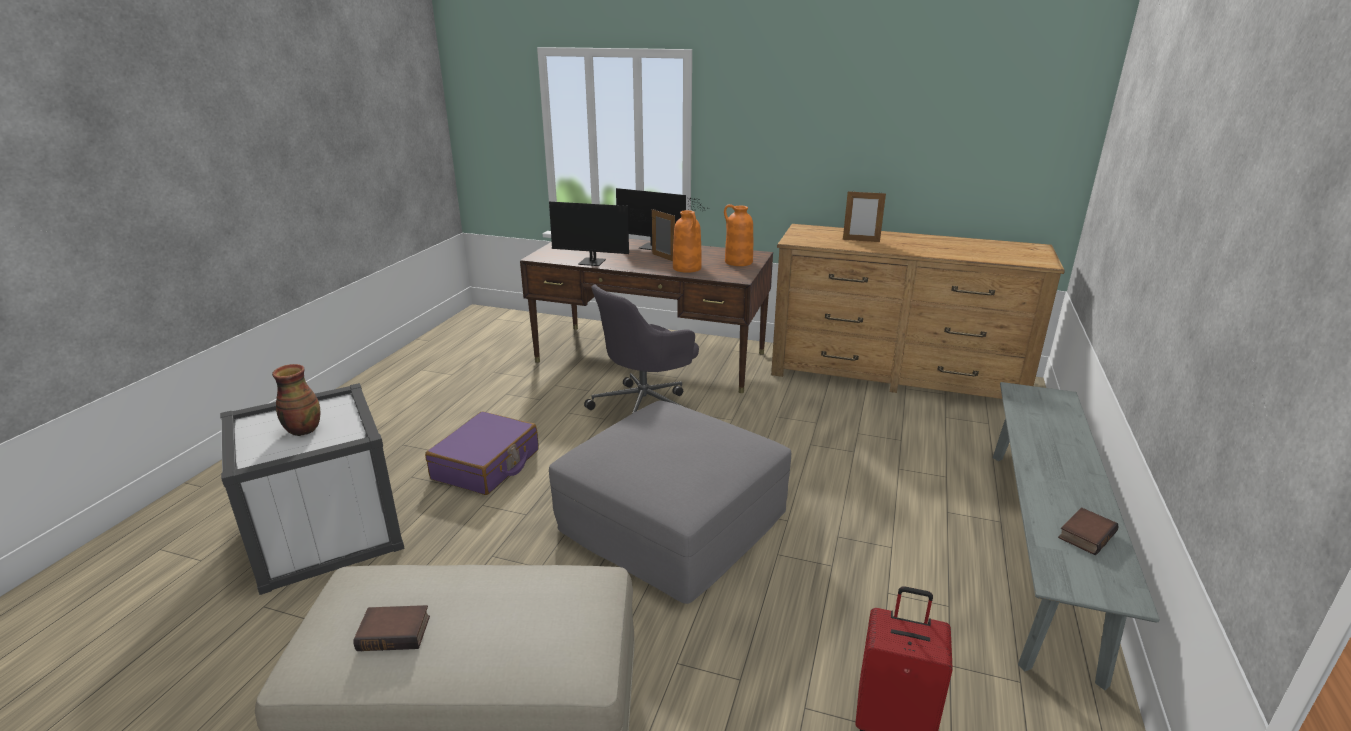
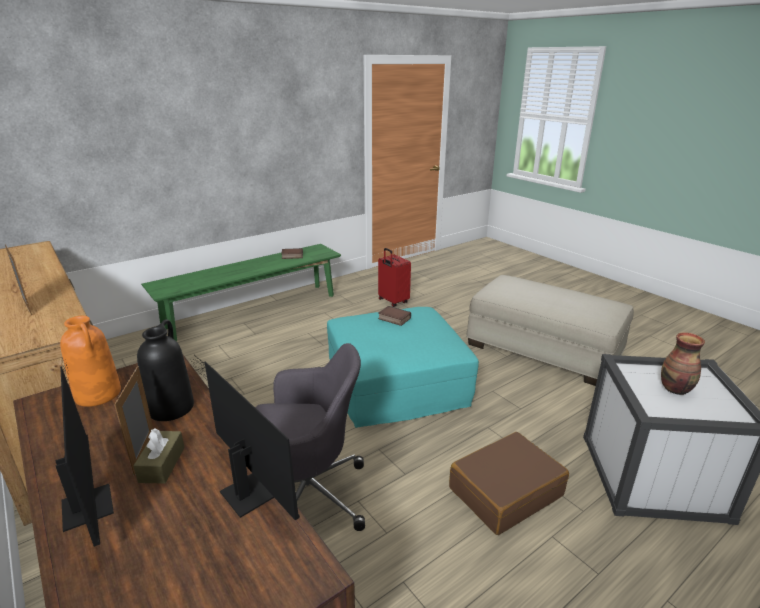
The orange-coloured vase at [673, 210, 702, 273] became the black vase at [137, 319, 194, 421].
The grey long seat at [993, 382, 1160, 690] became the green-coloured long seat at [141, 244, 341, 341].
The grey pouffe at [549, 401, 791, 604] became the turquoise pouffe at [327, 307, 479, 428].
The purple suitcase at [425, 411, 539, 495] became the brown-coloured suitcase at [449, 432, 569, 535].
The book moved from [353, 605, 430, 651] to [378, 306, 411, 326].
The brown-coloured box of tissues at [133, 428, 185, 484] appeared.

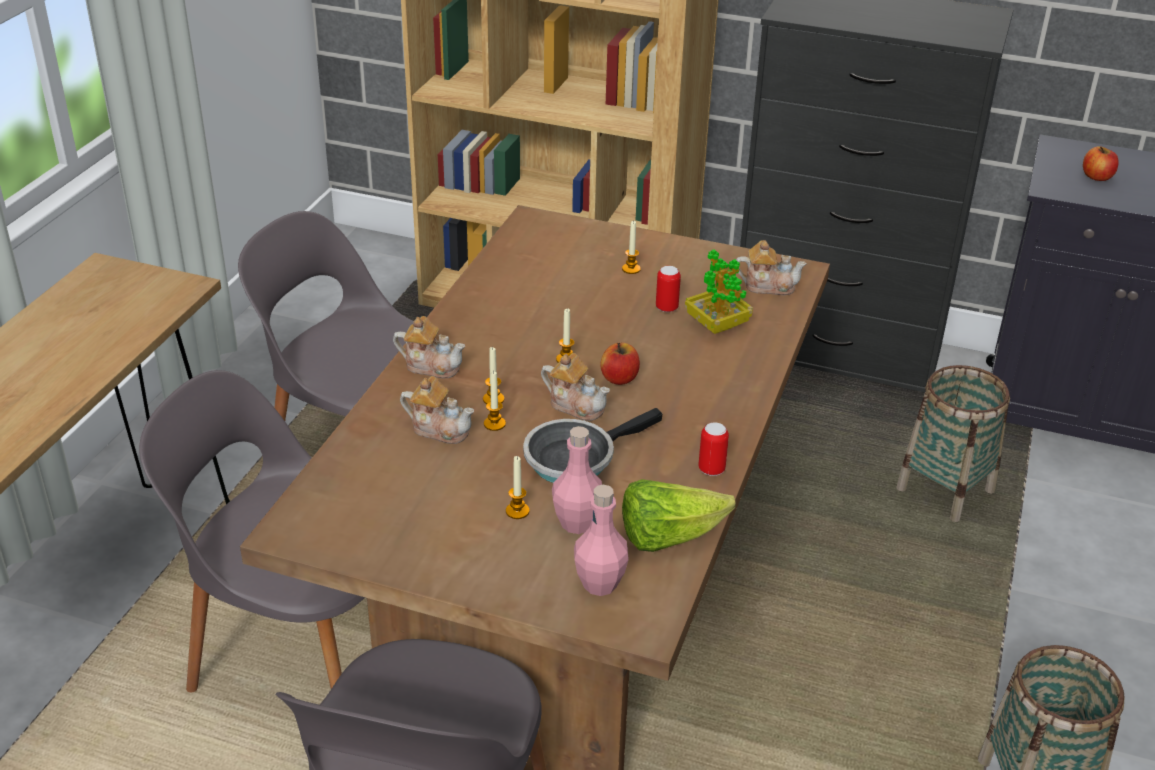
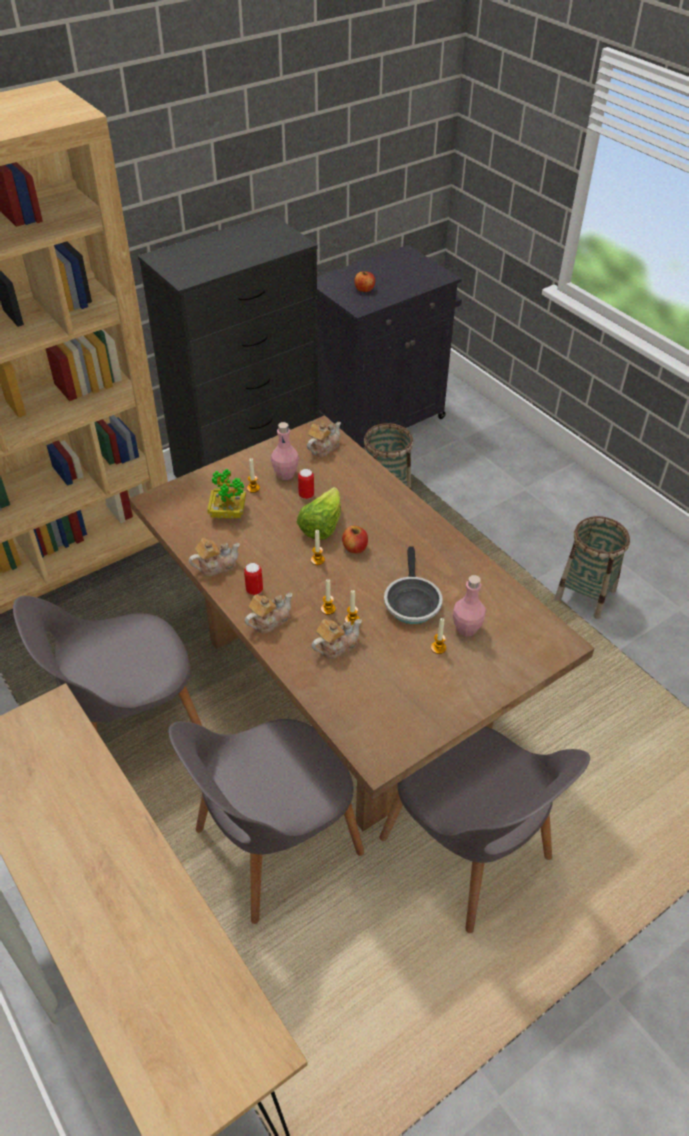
The plant in a pot moved from [685, 250, 753, 334] to [207, 469, 246, 518].
The pot for tea moved from [541, 353, 610, 421] to [189, 538, 240, 576].
The sealed can moved from [698, 422, 729, 476] to [244, 563, 263, 595].
The lettuce moved from [622, 479, 736, 552] to [297, 487, 341, 540].
The pink beverage bottle moved from [574, 485, 629, 596] to [271, 422, 299, 480].

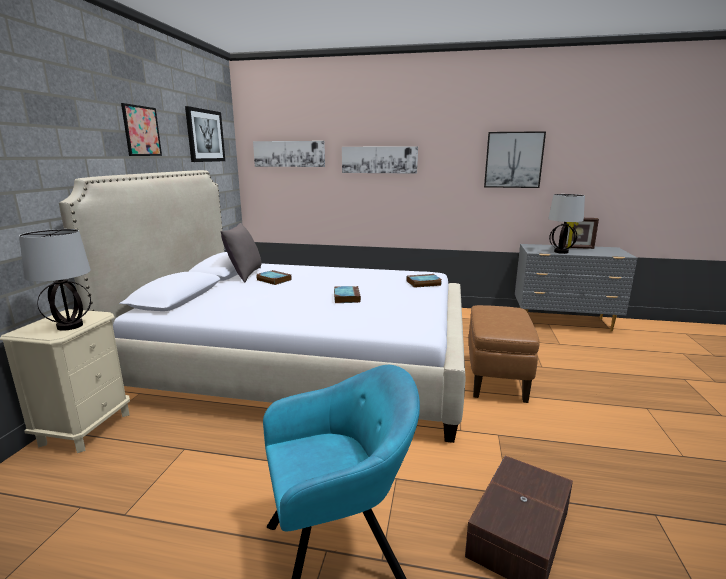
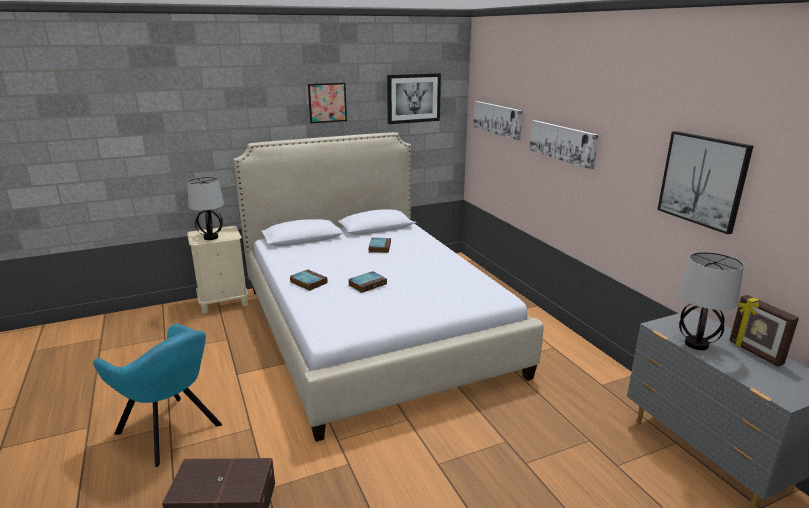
The grey throw pillow at [220, 223, 261, 283] disappeared.
The book moved from [407, 274, 442, 288] to [290, 269, 327, 291].
The brown-coloured pouffe at [469, 305, 540, 403] disappeared.

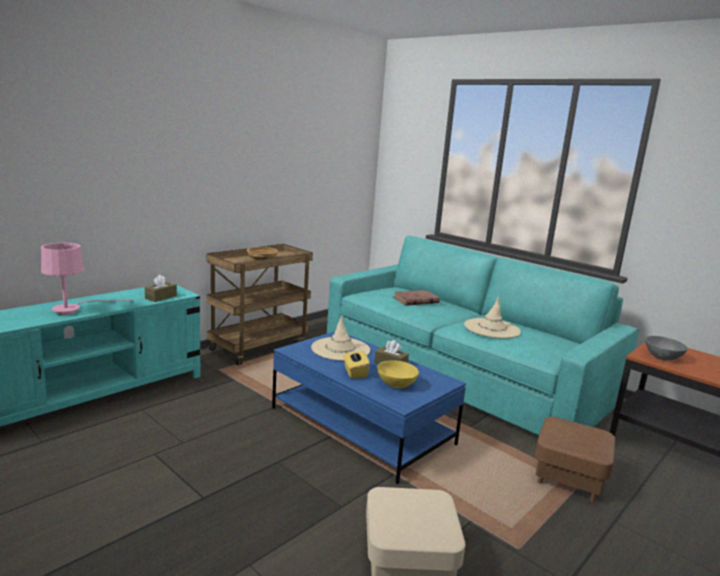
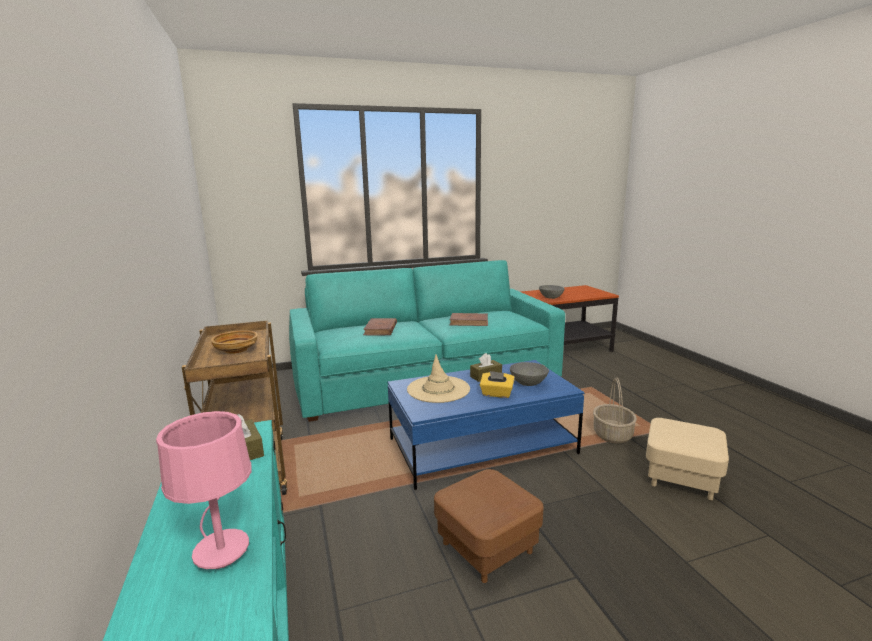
The beige-coloured hat at [464, 297, 521, 339] was replaced by the brown-coloured book at [450, 313, 488, 326].
The yellow-coloured deep dish at [377, 360, 419, 388] became the grey deep dish at [510, 362, 549, 386].
The brown-coloured pouffe moved from [535, 417, 615, 502] to [434, 469, 544, 583].
The household basket at [593, 377, 637, 444] appeared.

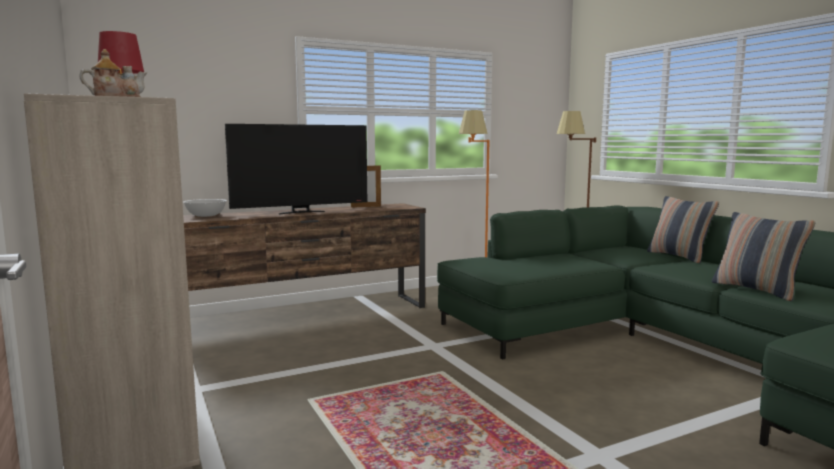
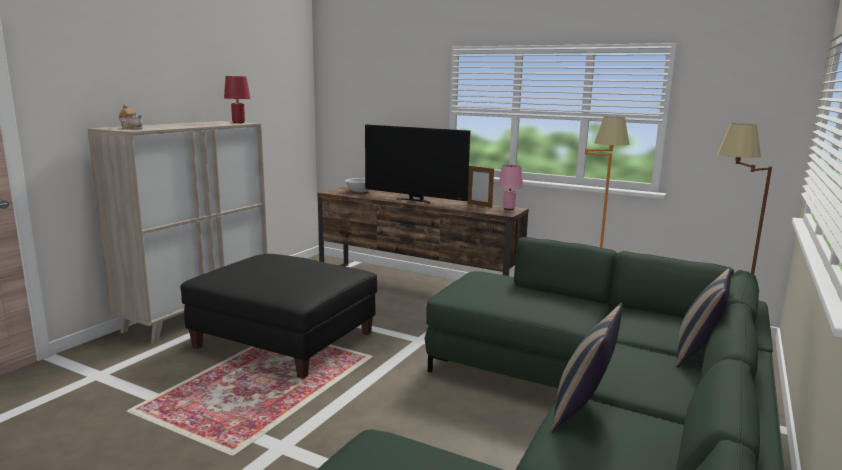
The pink lamp for a table at [498, 165, 523, 210] appeared.
The black pouffe at [180, 254, 377, 379] appeared.

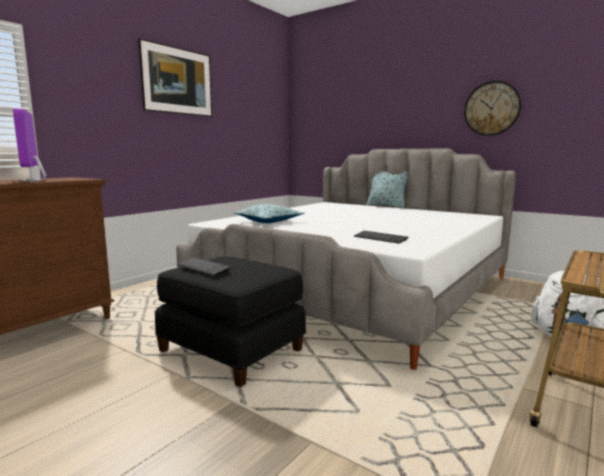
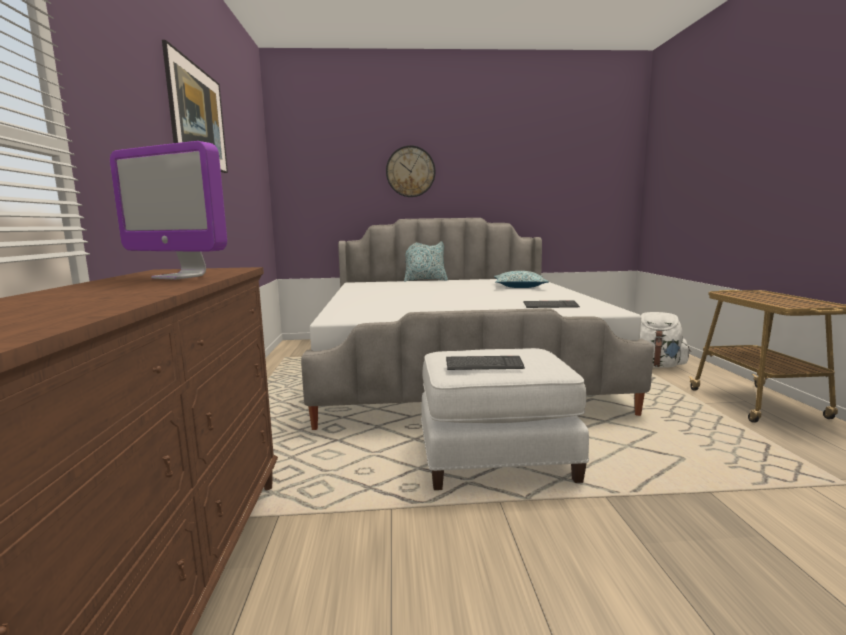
The hanging clock moved from [464, 81, 521, 136] to [386, 145, 435, 197].
The throw pillow moved from [234, 204, 304, 223] to [494, 271, 549, 288].
The black pouffe at [155, 256, 306, 387] became the white-coloured pouffe at [421, 348, 589, 490].

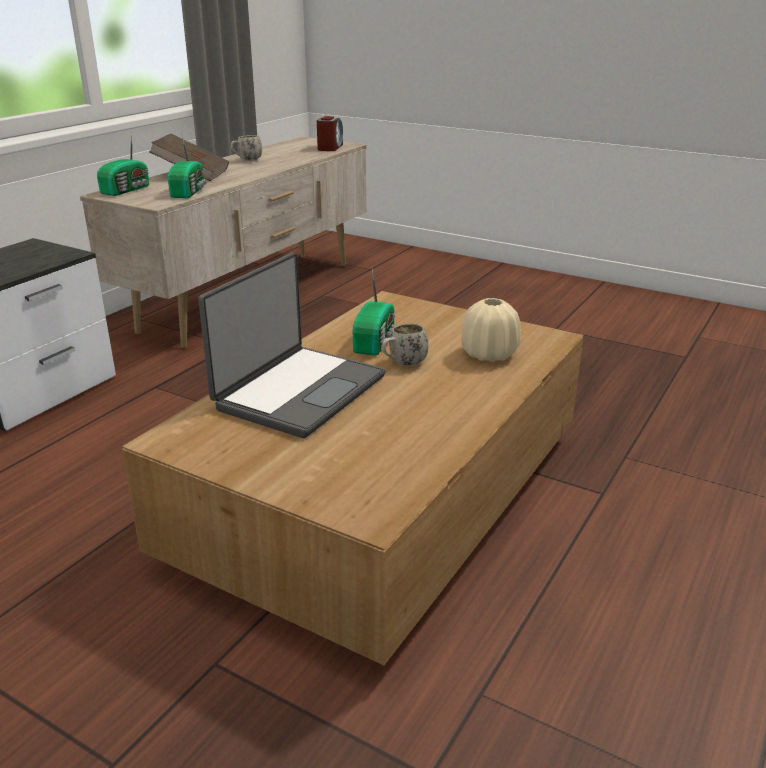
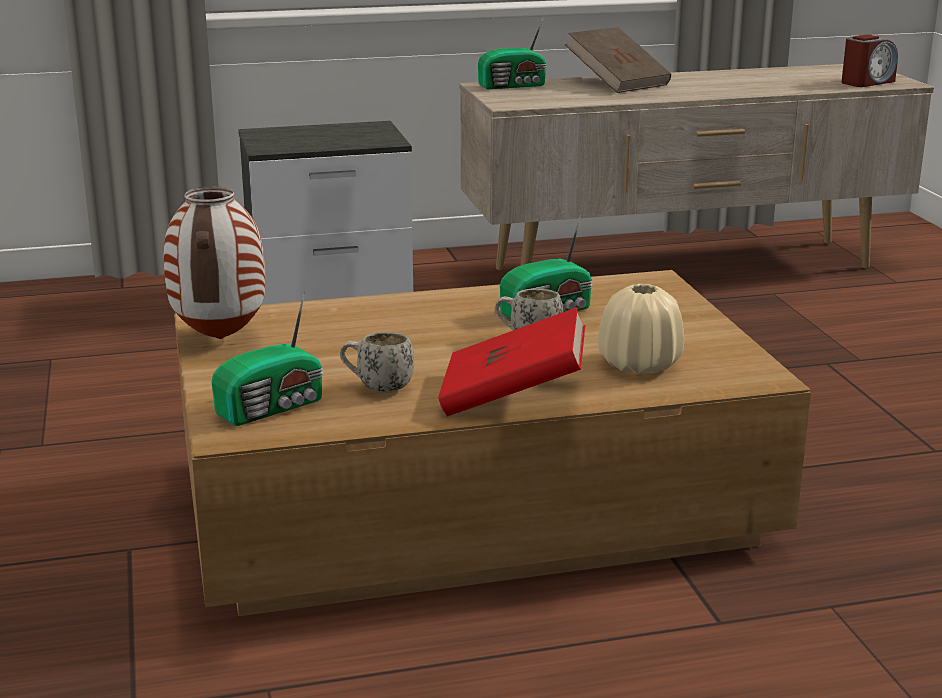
The radio set moved from [168, 135, 206, 198] to [212, 291, 324, 426].
The white-coloured tea mug moved from [230, 135, 262, 161] to [340, 332, 414, 393].
The notebook computer at [198, 253, 386, 438] disappeared.
The vase at [164, 186, 266, 339] appeared.
The red-coloured book at [438, 307, 585, 416] appeared.

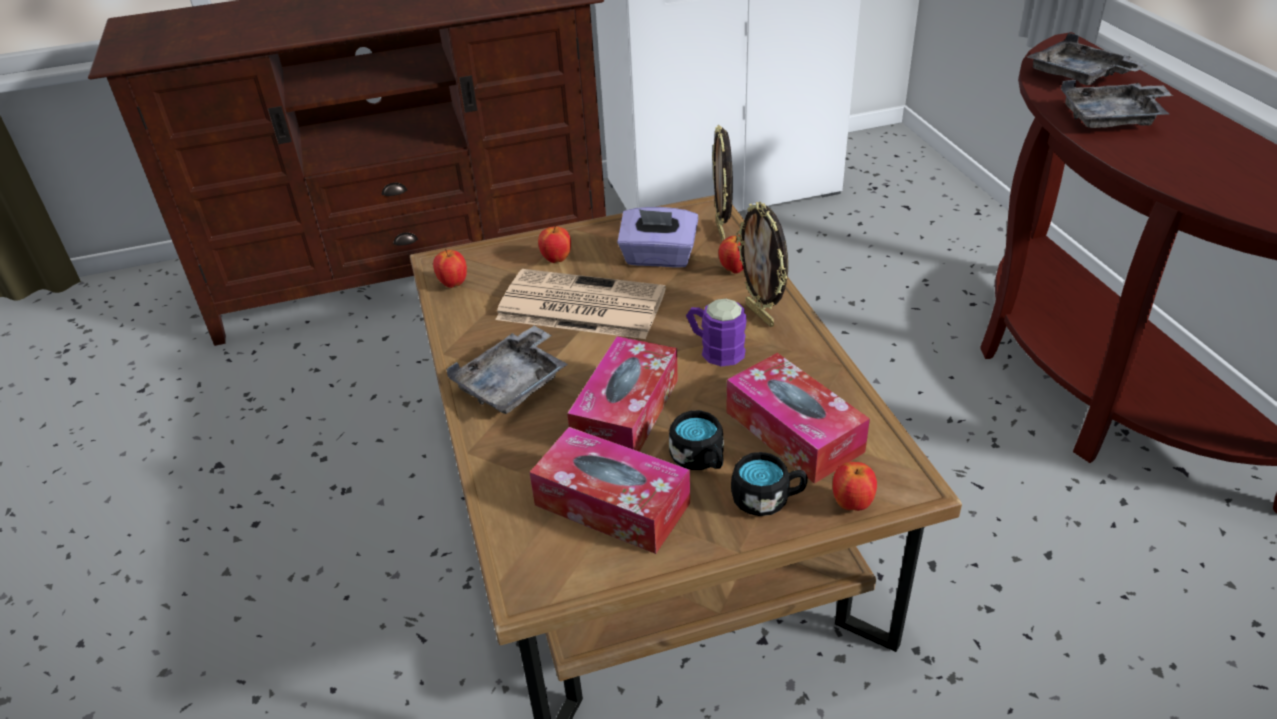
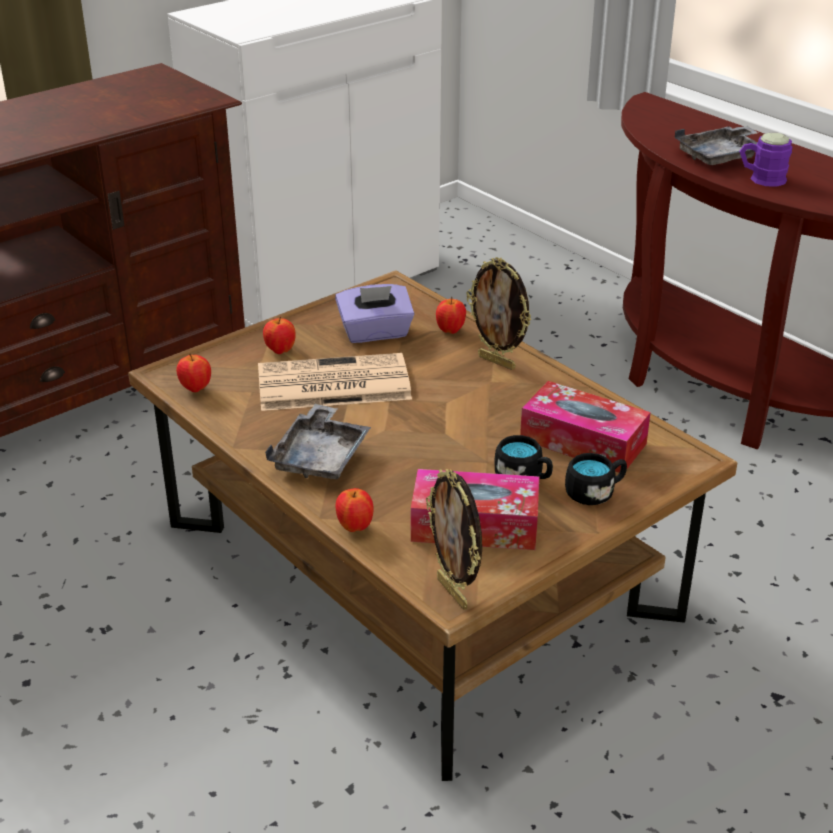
The grey serving tray at [1027, 33, 1147, 85] disappeared.
The standing frame moved from [712, 125, 733, 242] to [426, 469, 482, 610].
The purple tea mug moved from [686, 299, 746, 366] to [739, 133, 792, 187].
The box of tissues at [567, 336, 678, 452] disappeared.
The whole apple moved from [832, 462, 877, 511] to [336, 488, 374, 532].

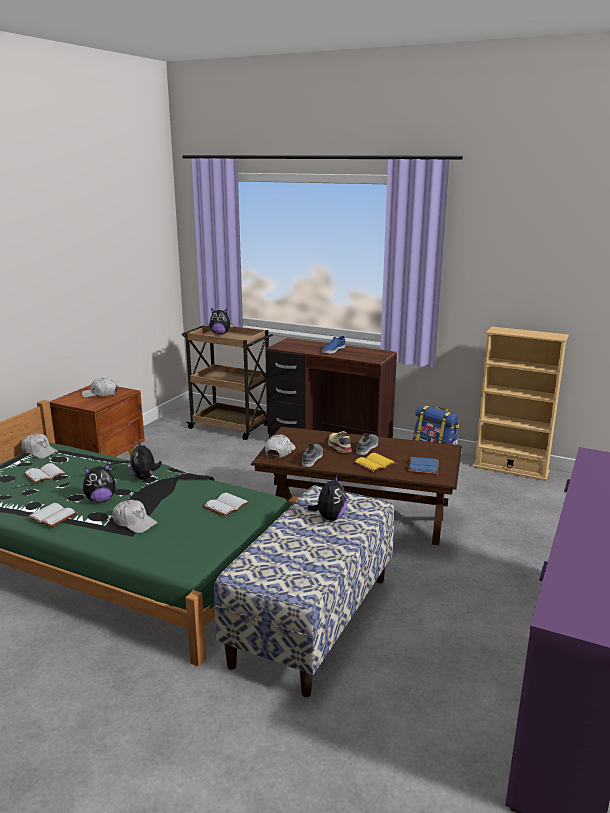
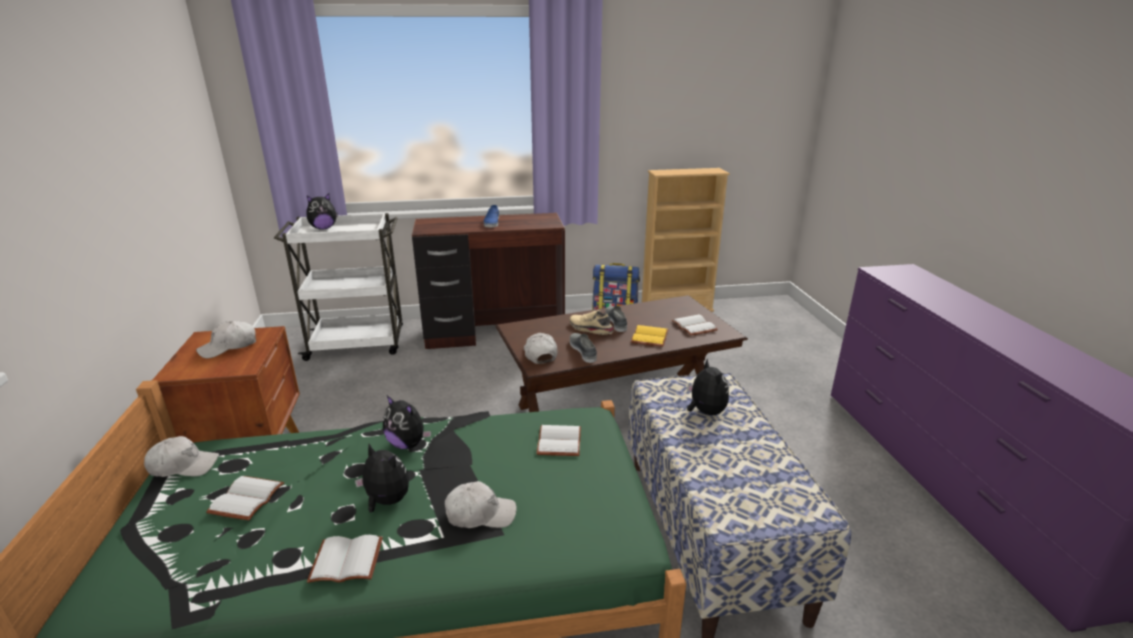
The brown-coloured cart at [182, 323, 273, 440] became the white-coloured cart at [274, 213, 403, 361].
The blue book at [408, 457, 439, 475] became the white-coloured book at [672, 315, 718, 336].
The plush toy at [83, 463, 117, 502] turned 90 degrees counterclockwise.

